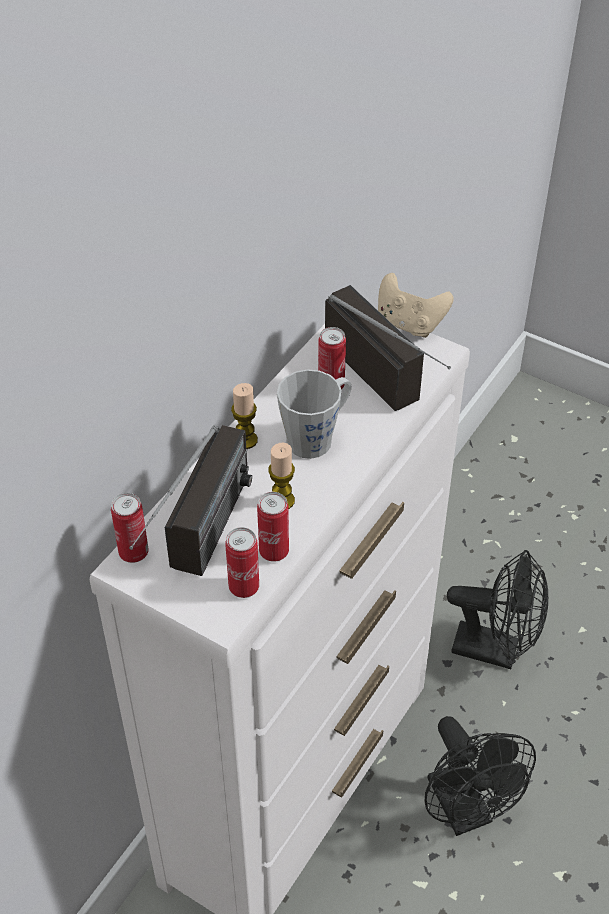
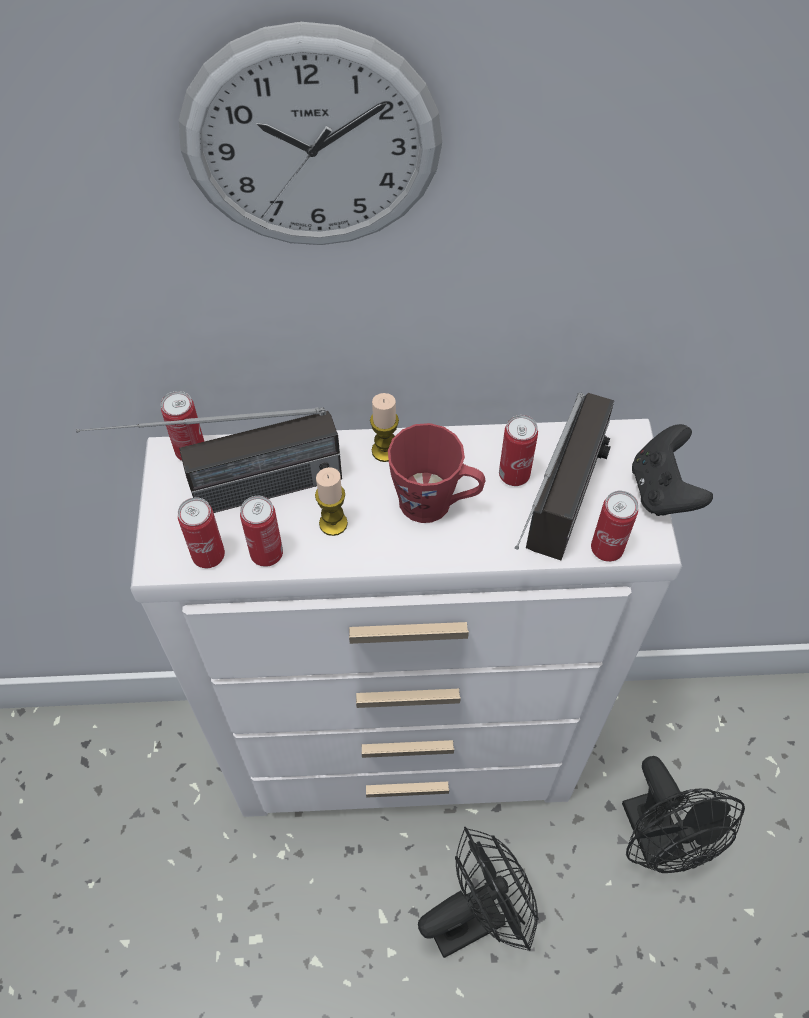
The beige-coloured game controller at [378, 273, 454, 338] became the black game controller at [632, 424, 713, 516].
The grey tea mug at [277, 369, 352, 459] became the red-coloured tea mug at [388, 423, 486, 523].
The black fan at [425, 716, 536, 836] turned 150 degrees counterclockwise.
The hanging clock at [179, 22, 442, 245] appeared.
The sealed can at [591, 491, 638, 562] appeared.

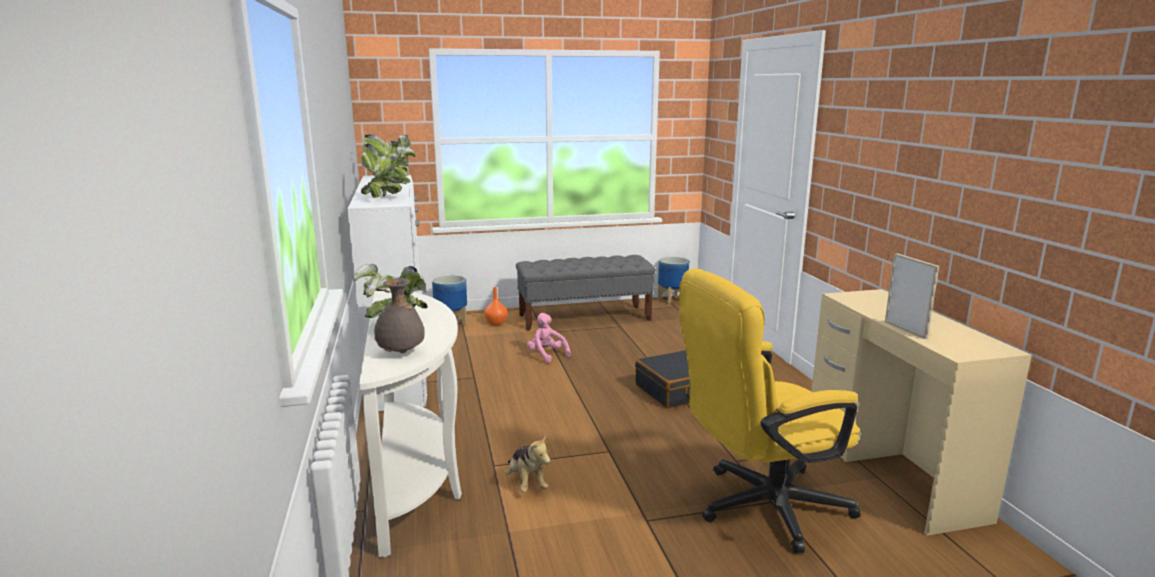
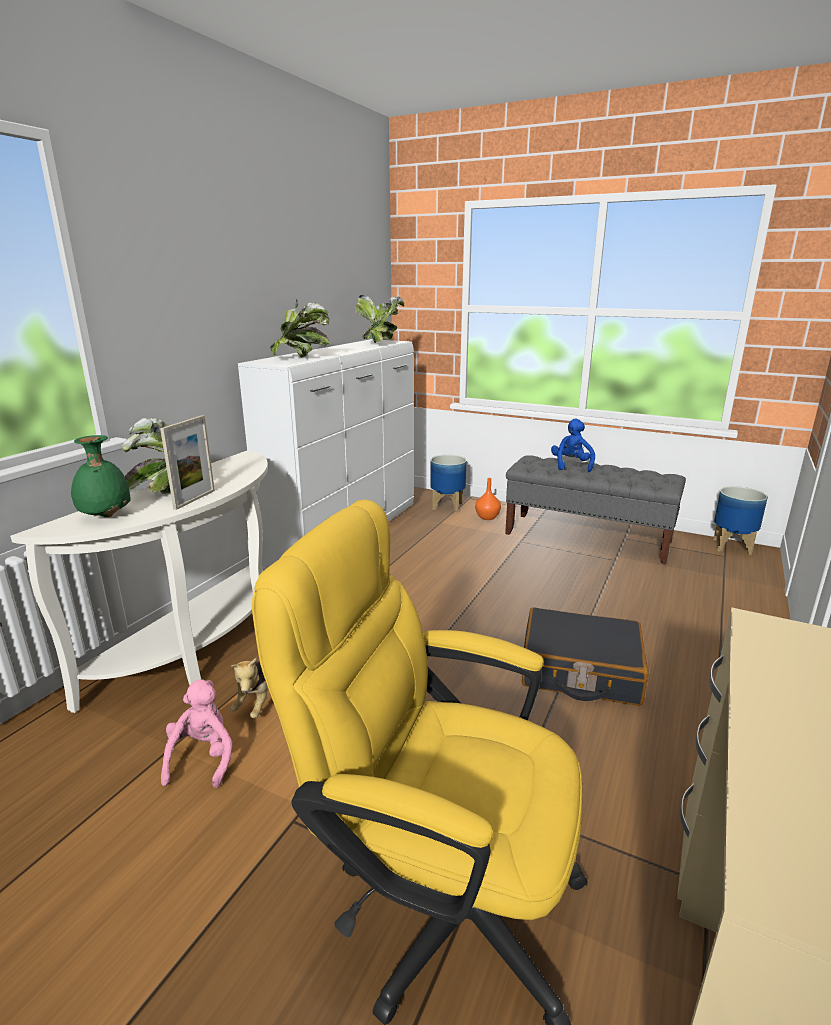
The standing frame moved from [885, 253, 939, 339] to [160, 415, 215, 510].
The grey vase at [374, 278, 425, 353] became the green-coloured vase at [71, 435, 130, 517].
The pink plush toy moved from [527, 313, 571, 363] to [161, 680, 233, 788].
The blue plush toy at [551, 419, 595, 472] appeared.

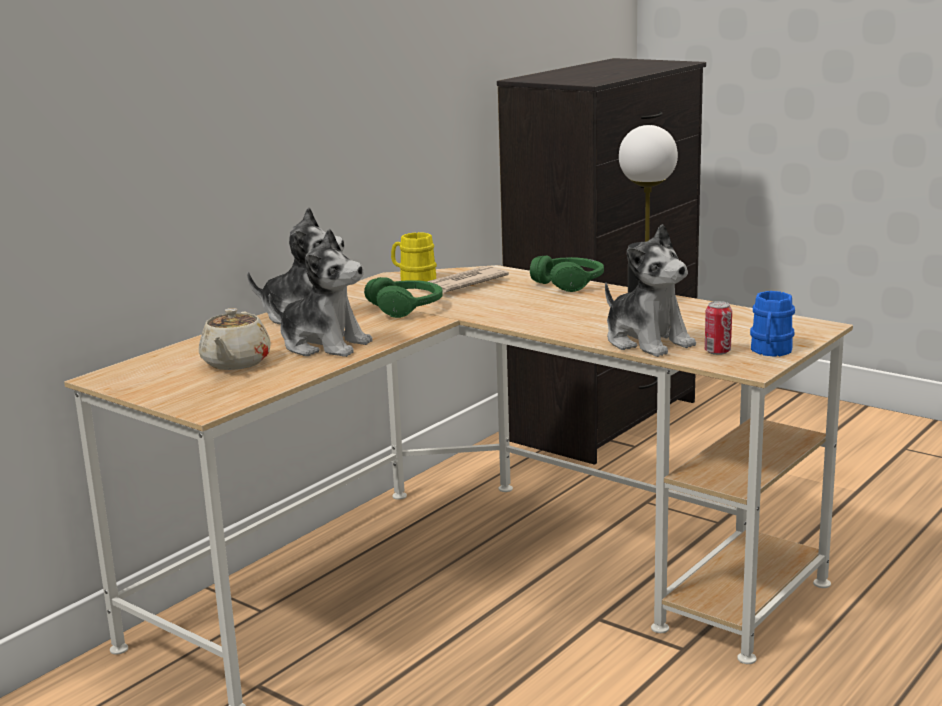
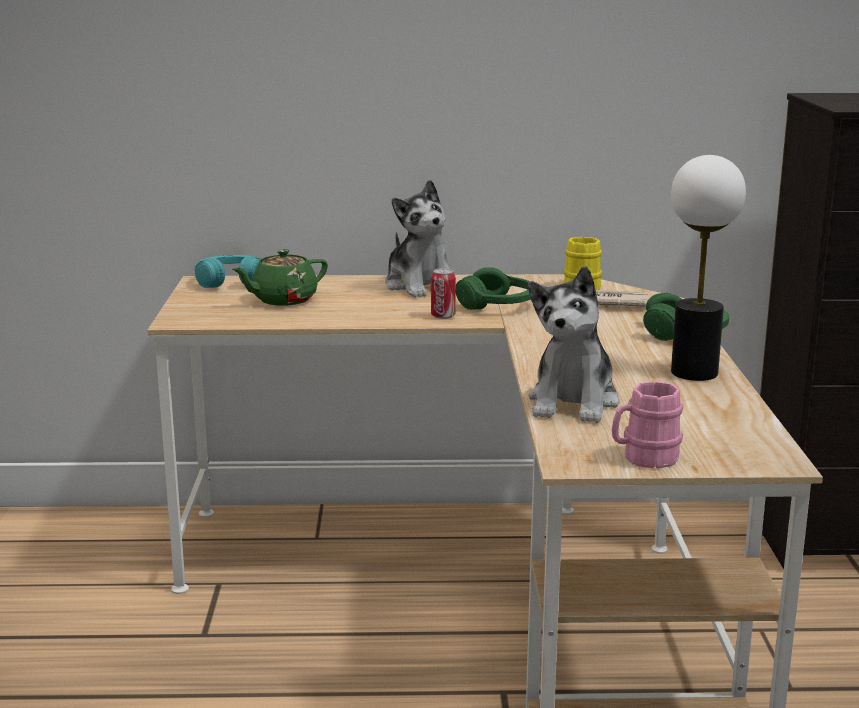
The plush toy at [269, 228, 373, 357] disappeared.
The blue tea mug at [750, 291, 795, 357] became the pink tea mug at [612, 381, 683, 468].
The sealed can moved from [705, 301, 732, 355] to [431, 268, 456, 319].
The beige-coloured pot for tea at [199, 308, 271, 370] became the green-coloured pot for tea at [232, 249, 328, 305].
The turquoise headset at [195, 255, 261, 288] appeared.

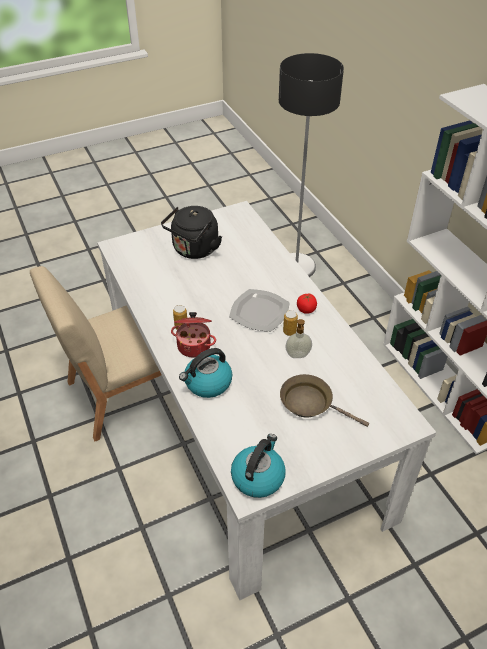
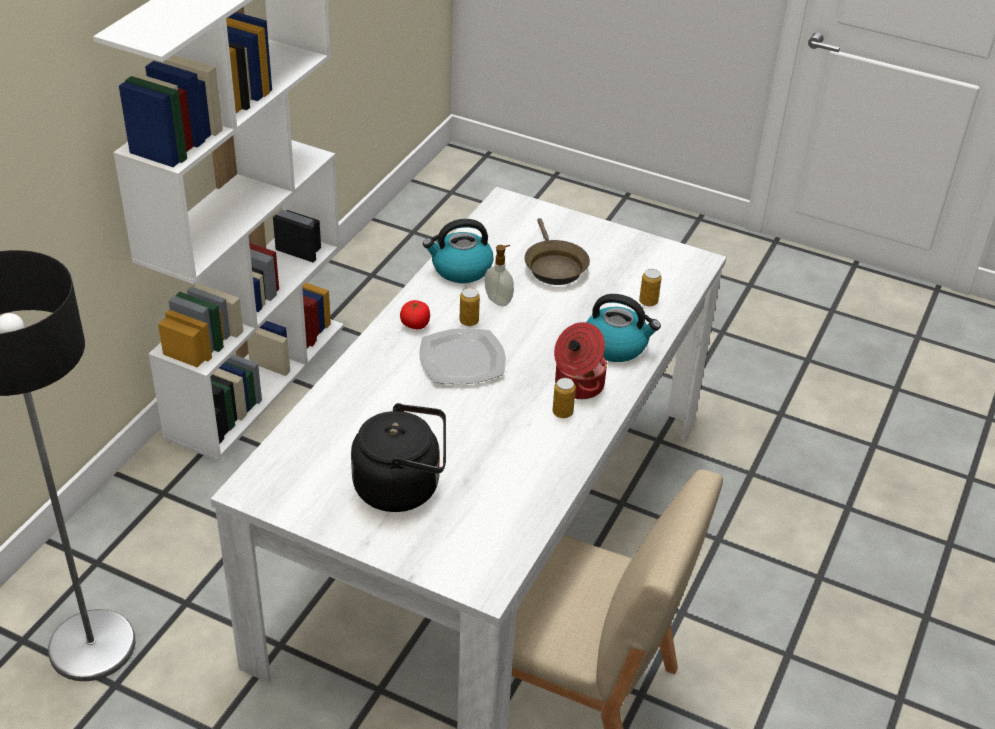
The kettle moved from [231, 434, 286, 498] to [423, 219, 494, 283].
The sealed can at [639, 269, 662, 306] appeared.

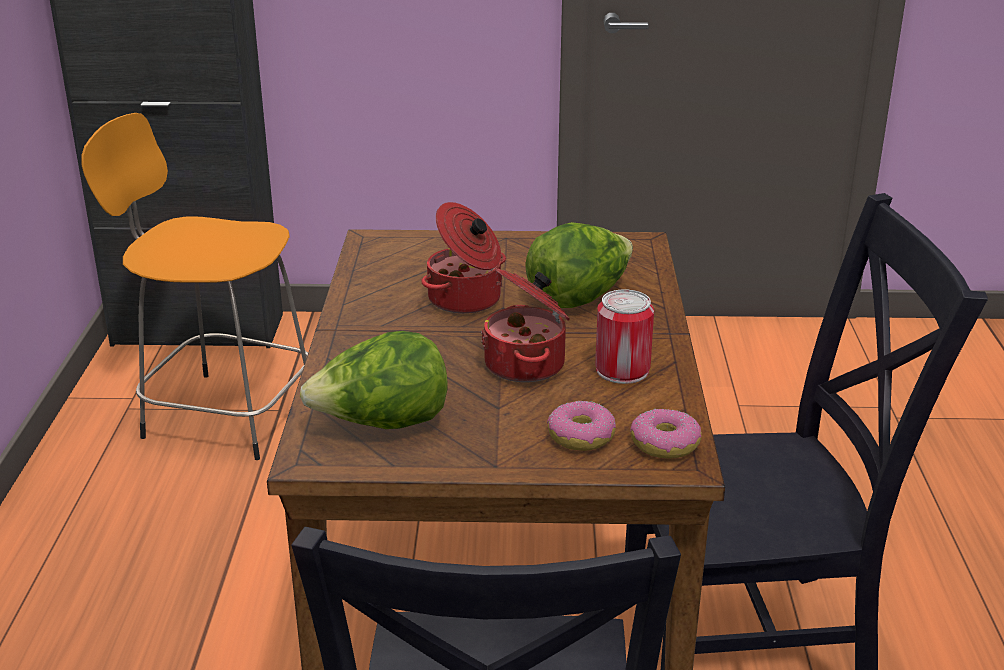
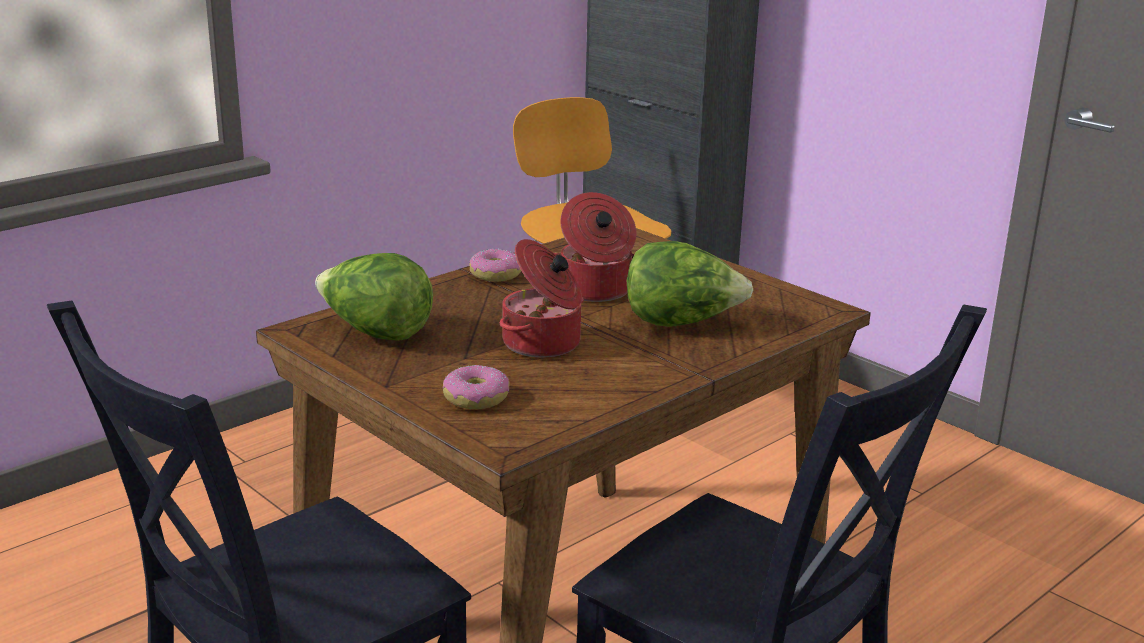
The sealed can at [595, 289, 654, 384] disappeared.
The donut moved from [630, 409, 702, 458] to [469, 249, 521, 282].

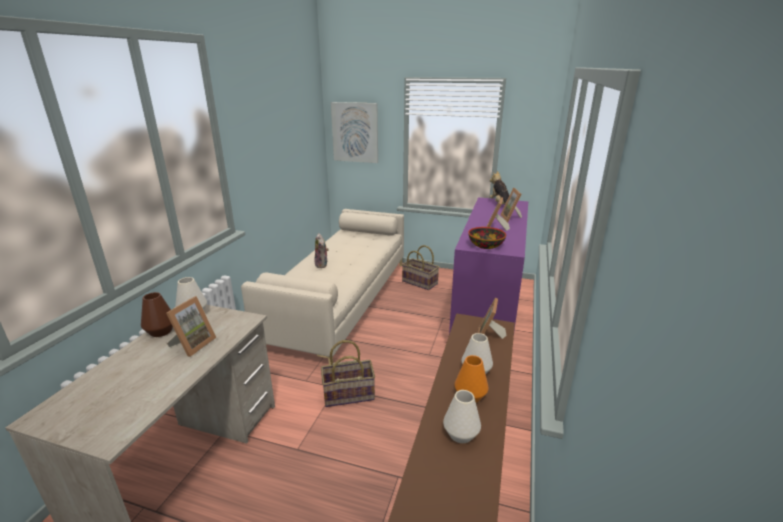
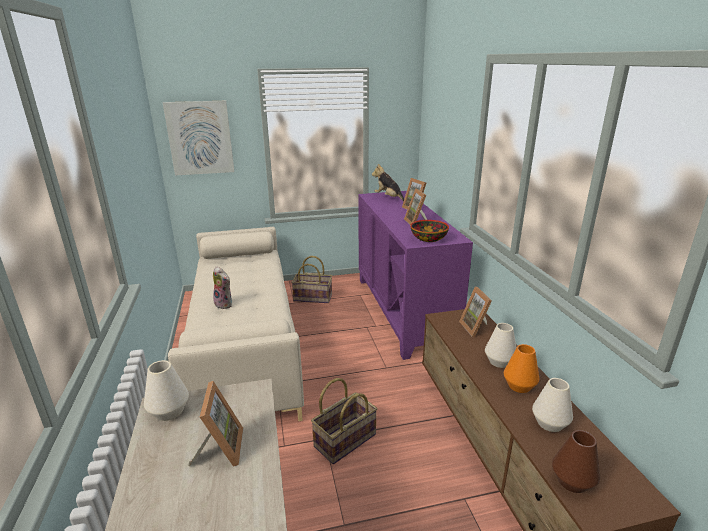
The brown-coloured vase moved from [141, 292, 173, 337] to [552, 430, 600, 493].

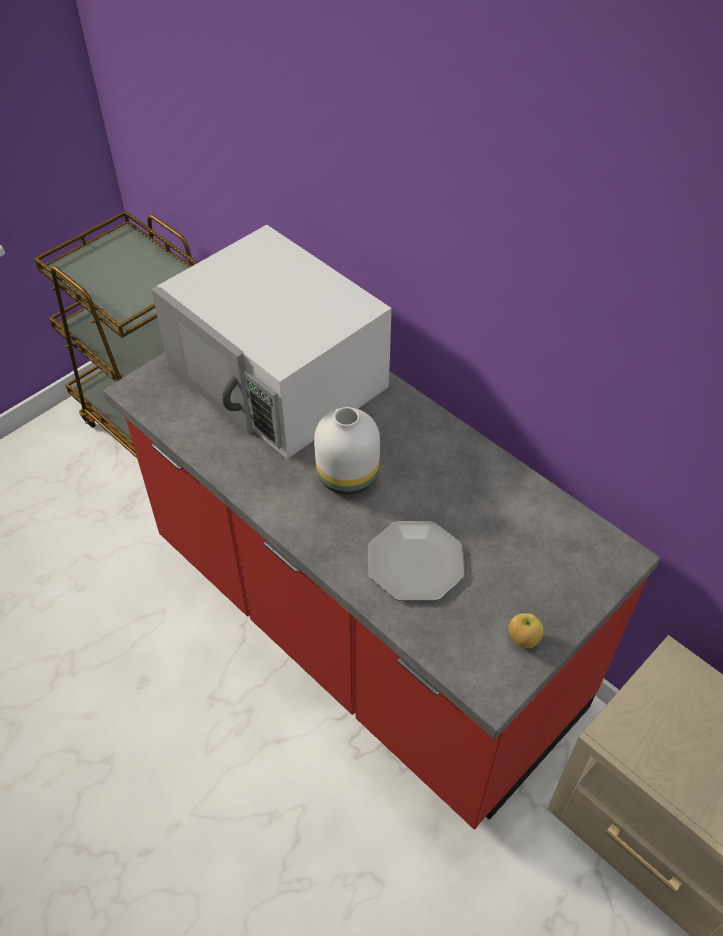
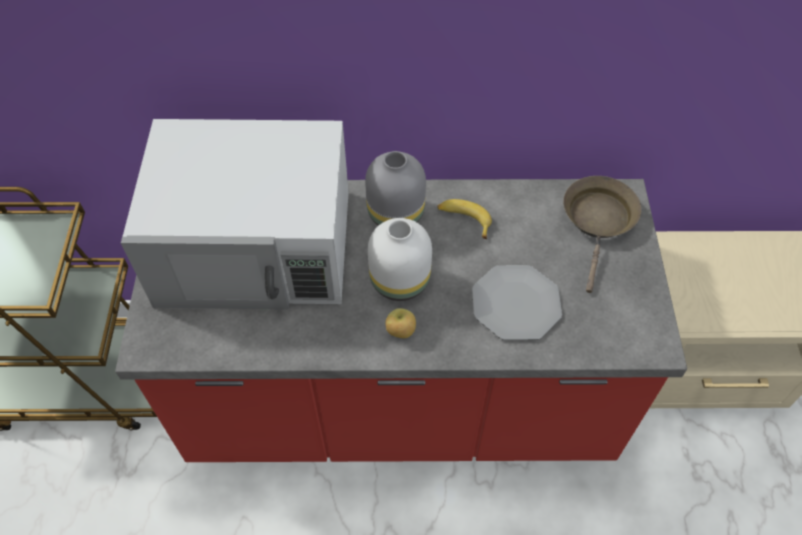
The whole apple moved from [509, 613, 544, 649] to [386, 308, 416, 338].
The grey vase at [365, 151, 426, 226] appeared.
The brown-coloured frying pan at [563, 176, 641, 293] appeared.
The banana at [437, 199, 492, 239] appeared.

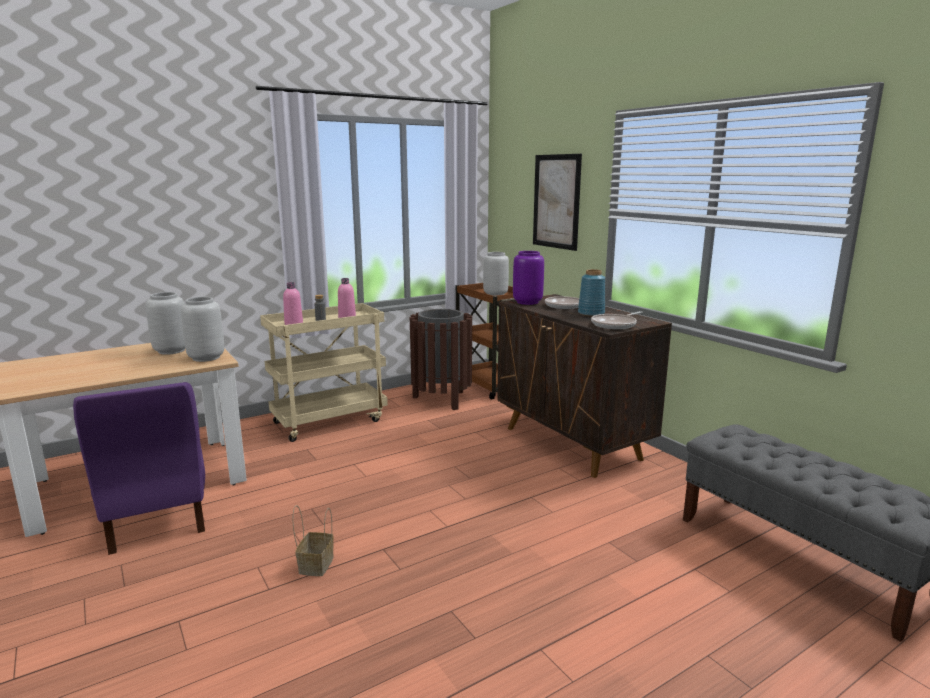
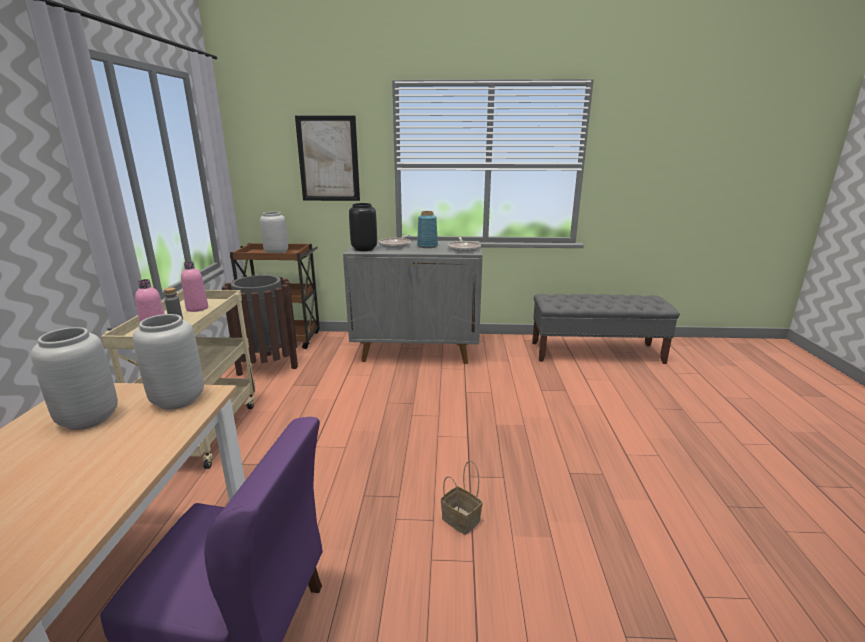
The purple vase at [513, 251, 544, 305] became the black vase at [349, 203, 377, 251].
The brown-coloured cabinet at [497, 294, 672, 478] became the grey cabinet at [343, 240, 483, 364].

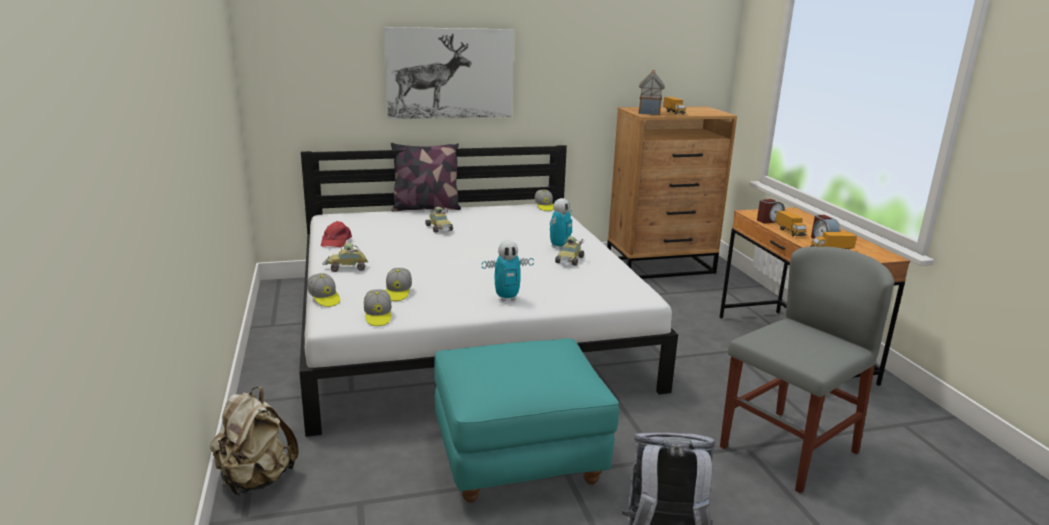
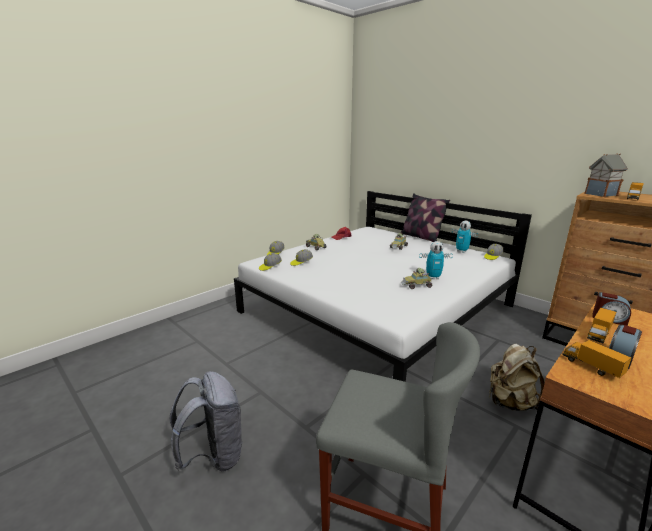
The picture at [384, 27, 514, 119] disappeared.
The model robot moved from [482, 240, 534, 301] to [452, 221, 478, 253].
The turquoise pouffe at [434, 339, 619, 503] disappeared.
The beige-coloured backpack moved from [210, 387, 299, 495] to [489, 344, 545, 411].

